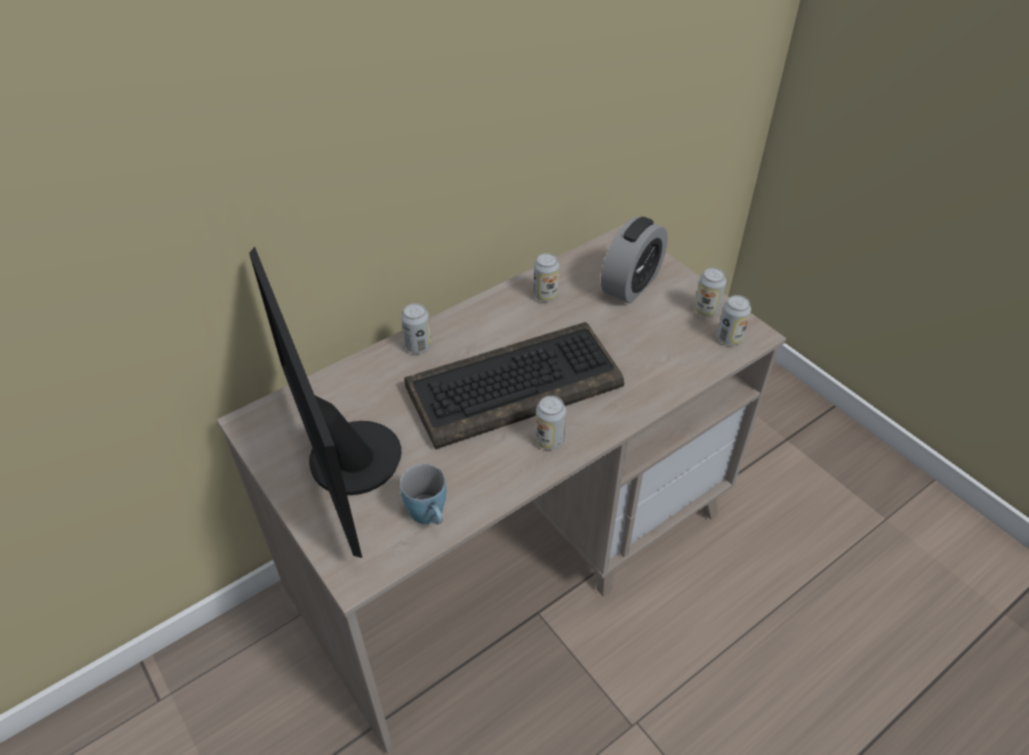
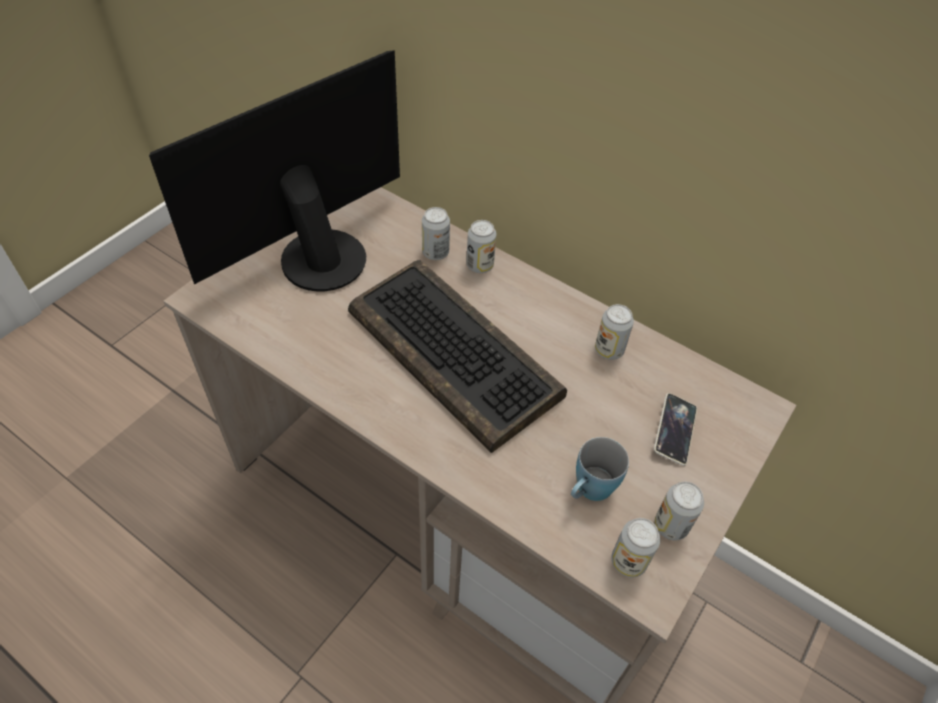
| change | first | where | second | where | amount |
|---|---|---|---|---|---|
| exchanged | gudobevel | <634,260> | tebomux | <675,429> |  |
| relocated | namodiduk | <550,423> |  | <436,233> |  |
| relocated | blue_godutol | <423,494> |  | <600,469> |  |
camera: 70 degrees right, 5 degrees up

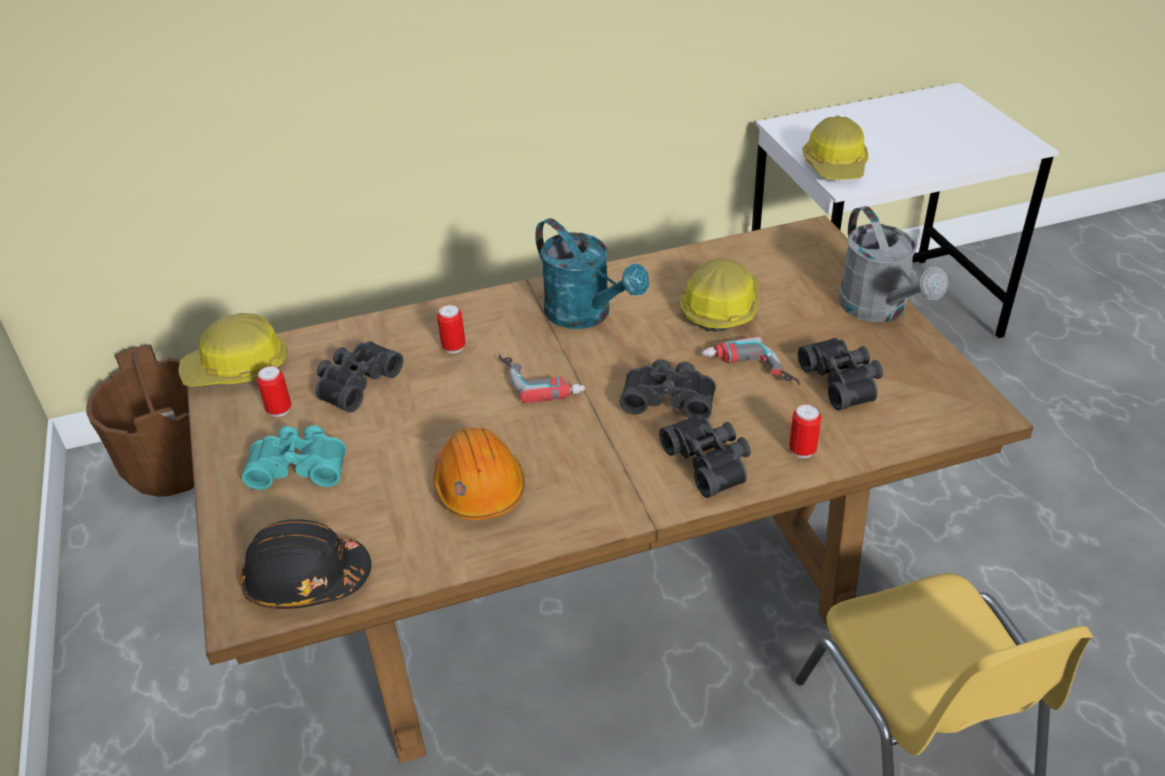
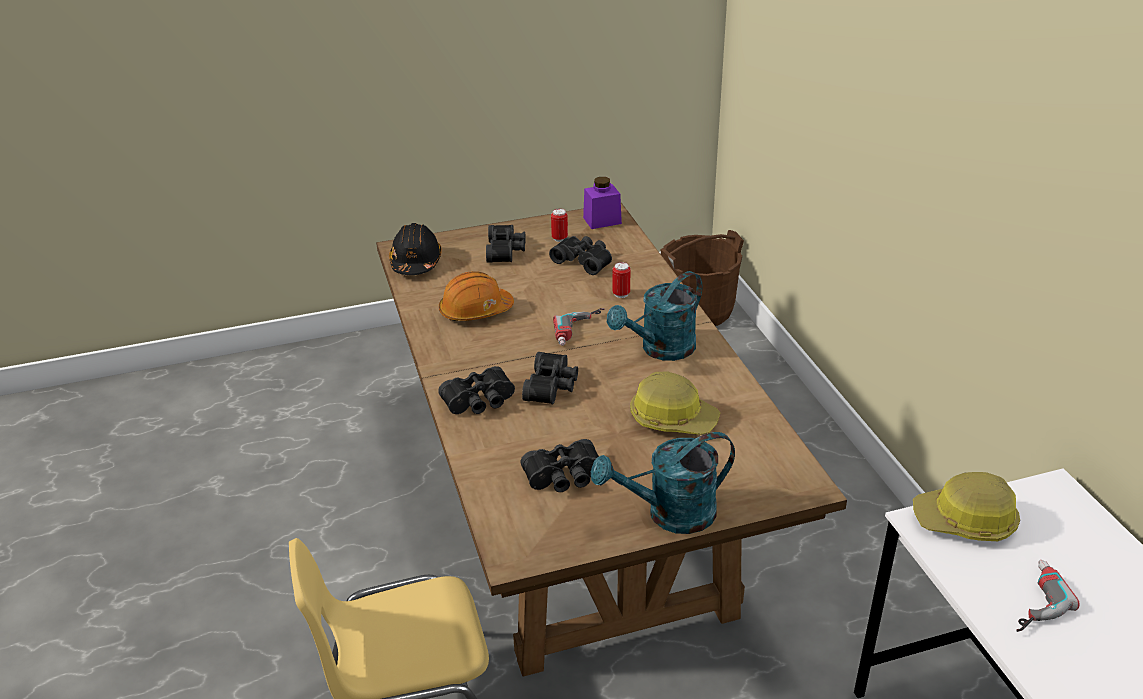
| change | first | where | second | where | amount |
|---|---|---|---|---|---|
| colour | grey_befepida | <893,264> | turquoise_befepida | <663,483> |  |
| exchanged | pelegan | <233,350> | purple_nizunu | <602,203> |  |
| relocated | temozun | <751,361> |  | <1048,596> |  |
| missing | namodiduk | <805,431> |  |  |  |
| colour | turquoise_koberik | <294,457> | black_koberik | <506,244> |  |
camera: 90 degrees right, 5 degrees down

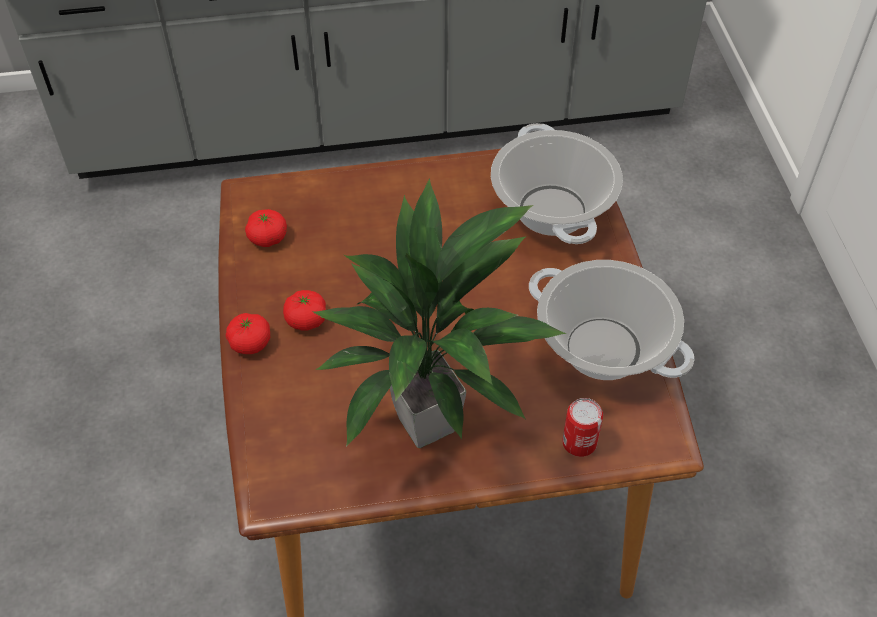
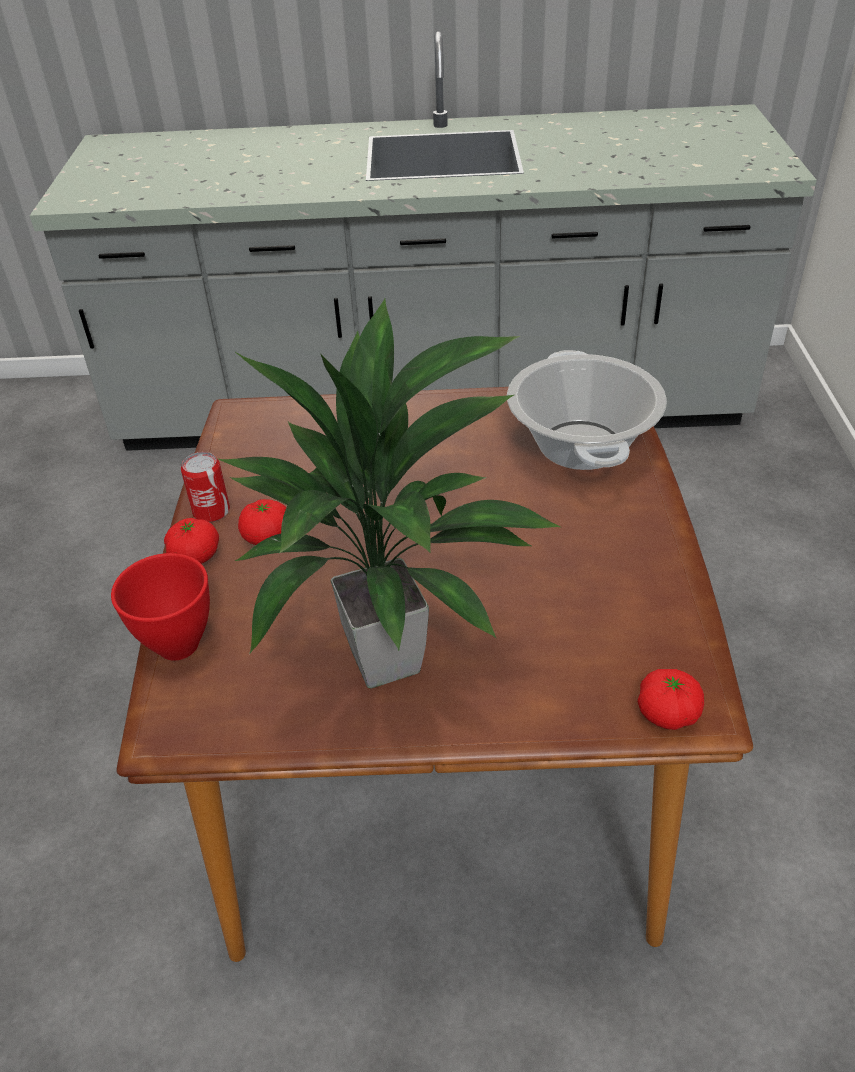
| change | first | where | second | where | amount |
|---|---|---|---|---|---|
| relocated | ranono | <266,228> |  | <671,699> |  |
| missing | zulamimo | <612,320> |  |  |  |
| relocated | namodiduk | <582,427> |  | <205,487> |  |
| appeared |  |  | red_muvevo | <160,607> |  |
camera: 10 degrees right, 10 degrees down

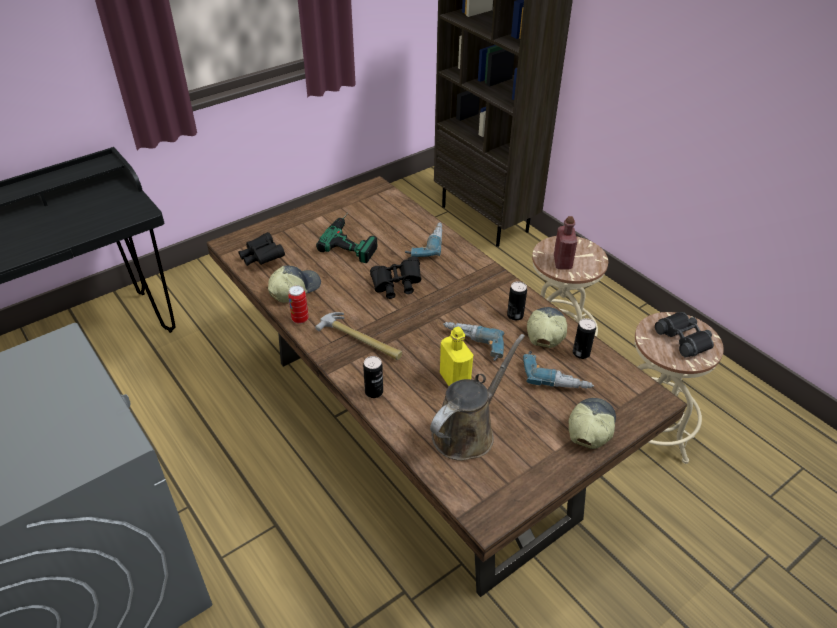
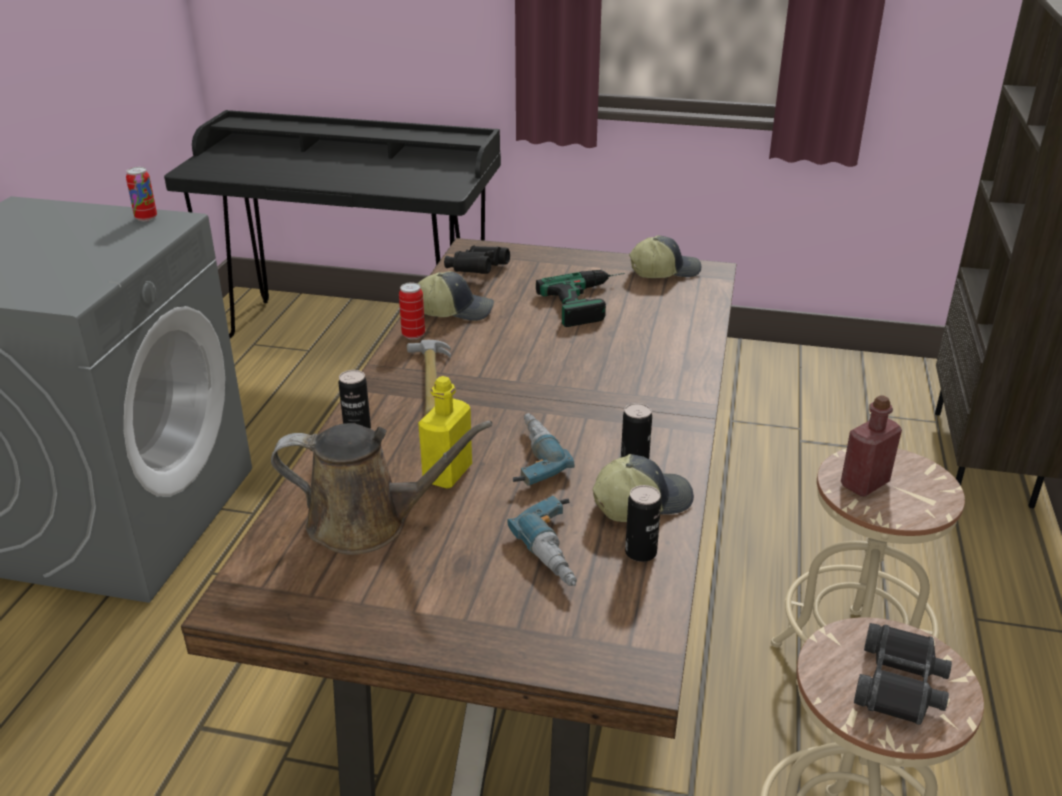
| change | first | where | second | where | amount |
|---|---|---|---|---|---|
| missing | temozun | <423,239> |  |  |  |
| missing | black_koberik | <396,277> |  |  |  |
| relocated | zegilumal | <592,423> |  | <665,256> |  |
| appeared |  |  | namodiduk | <141,194> |  |
camera: 50 degrees right, 10 degrees down

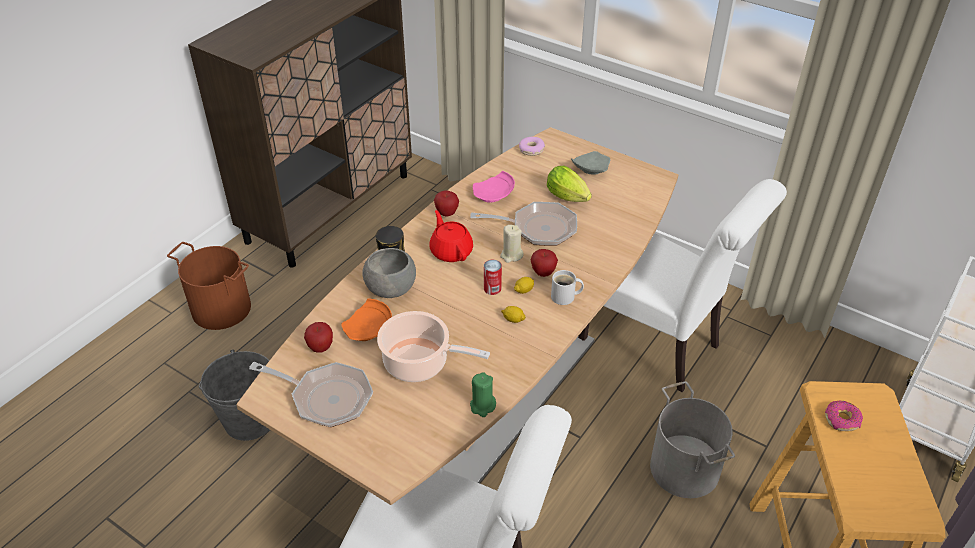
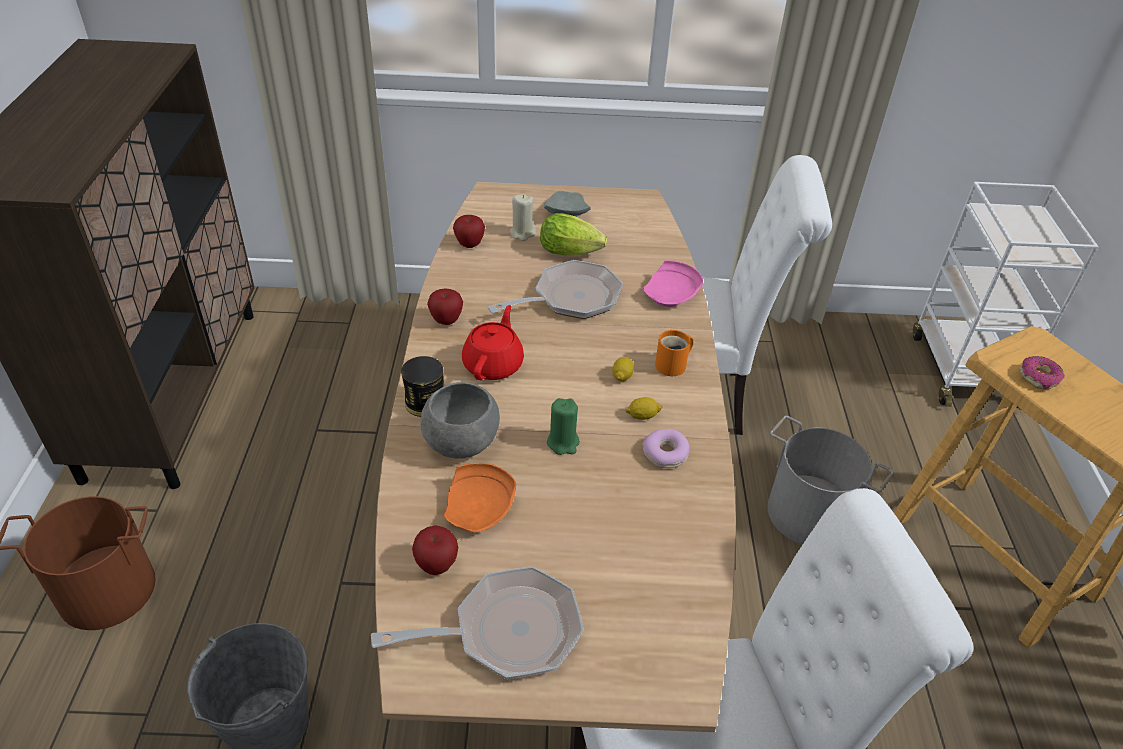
| change | first | where | second | where | amount |
|---|---|---|---|---|---|
| relocated | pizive | <532,146> |  | <665,448> |  |
| relocated | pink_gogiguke | <494,187> |  | <673,283> |  |
| spun | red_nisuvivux | <451,236> |  | <493,342> | 75 degrees clockwise |
| relocated | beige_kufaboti | <512,244> |  | <523,217> |  |
| relocated | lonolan | <544,263> |  | <469,231> |  |
| missing | namodiduk | <493,277> |  |  |  |
| colour | white_godutol | <567,287> | orange_godutol | <674,353> |  |
| missing | zulamimo | <433,346> |  |  |  |
| relocated | green_kufaboti | <483,394> |  | <563,426> |  |
camera: 35 degrees left, 0 degrees up

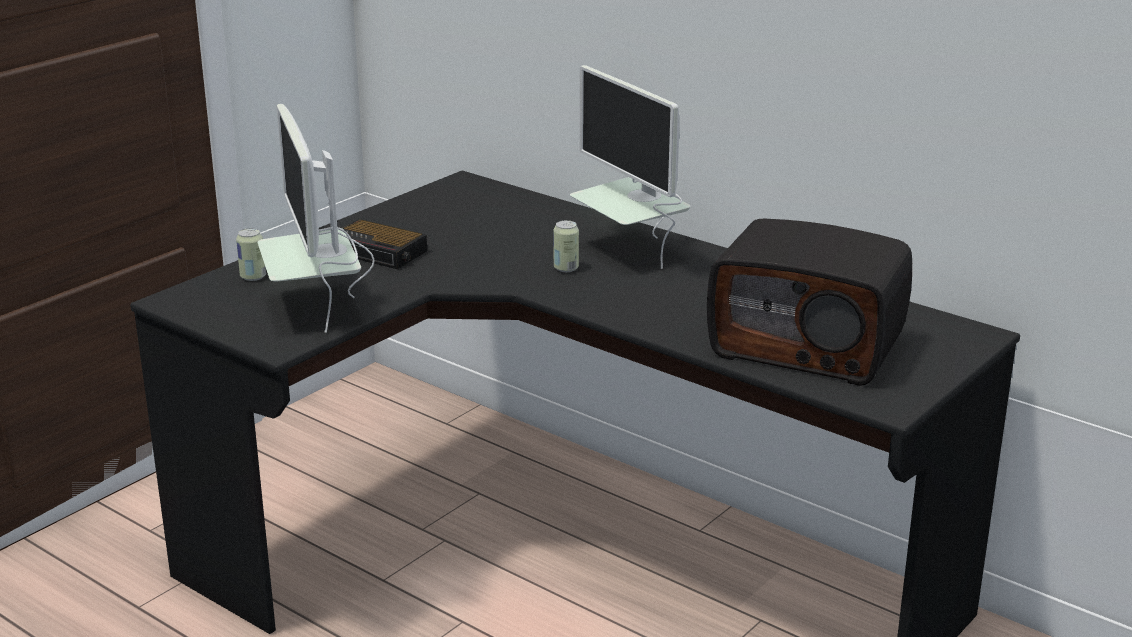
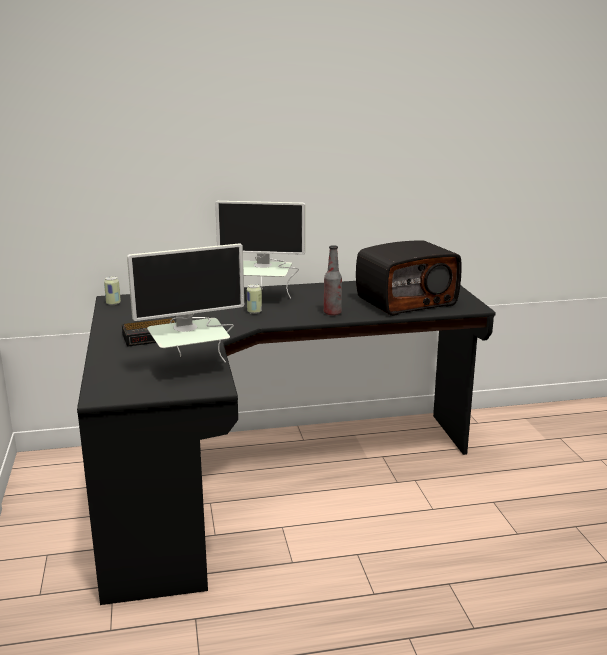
| change | first | where | second | where | amount |
|---|---|---|---|---|---|
| spun | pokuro | <316,218> |  | <185,303> | 45 degrees counterclockwise |
| relocated | namodiduk | <251,254> |  | <112,291> |  |
| appeared |  |  | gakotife | <333,280> |  |
camera: 50 degrees left, 5 degrees down

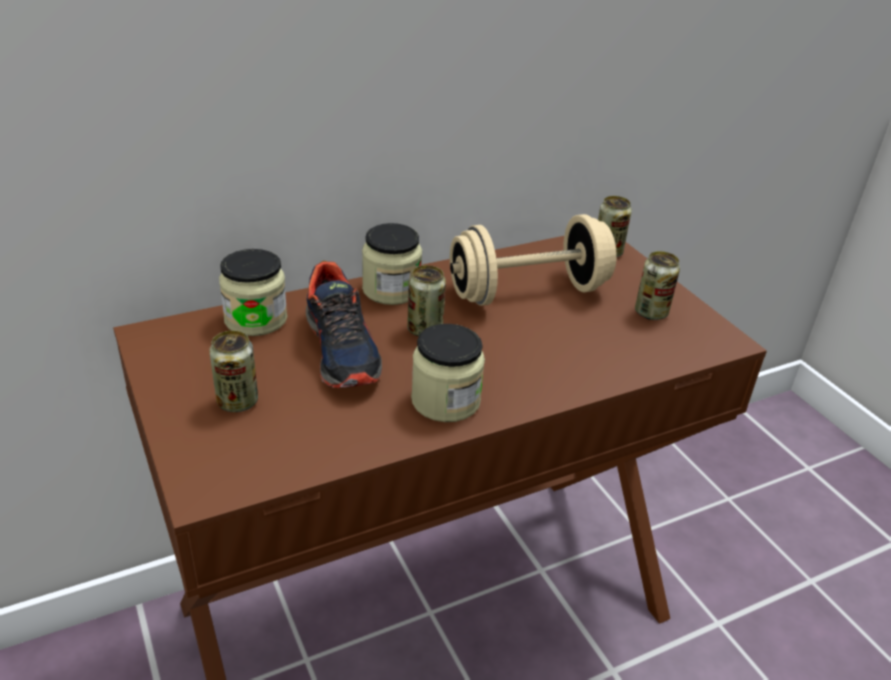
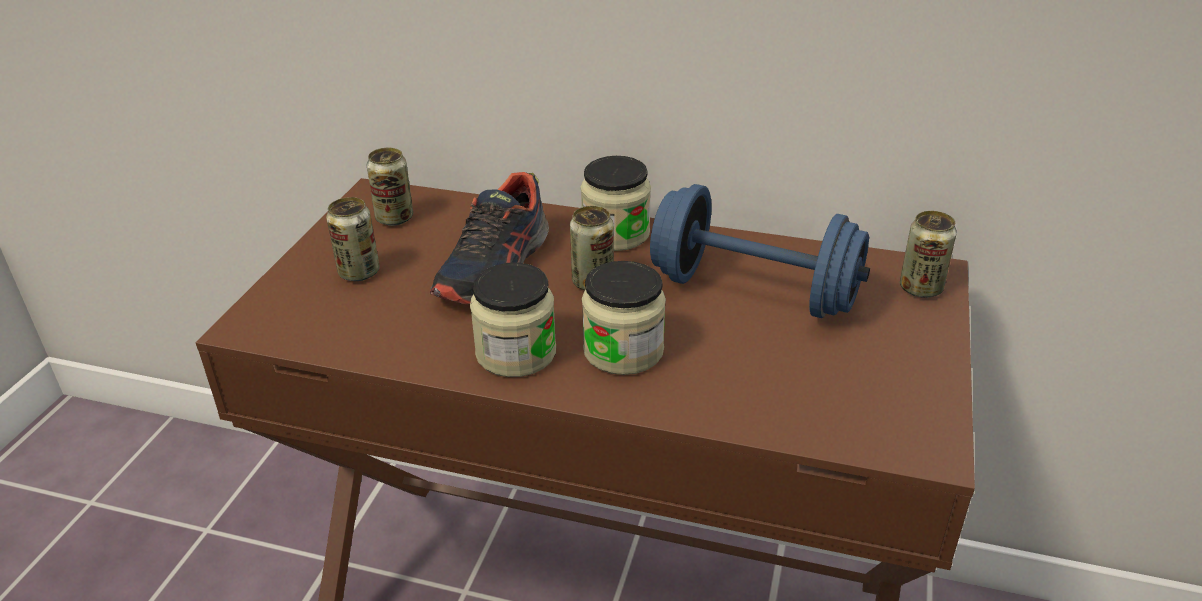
| change | first | where | second | where | amount |
|---|---|---|---|---|---|
| colour | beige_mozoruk | <533,260> | blue_mozoruk | <760,251> |  |
| relocated | nizunu | <253,292> |  | <624,318> |  |
| relocated | namodiduk | <657,285> |  | <390,187> |  |
camera: 45 degrees right, 0 degrees up

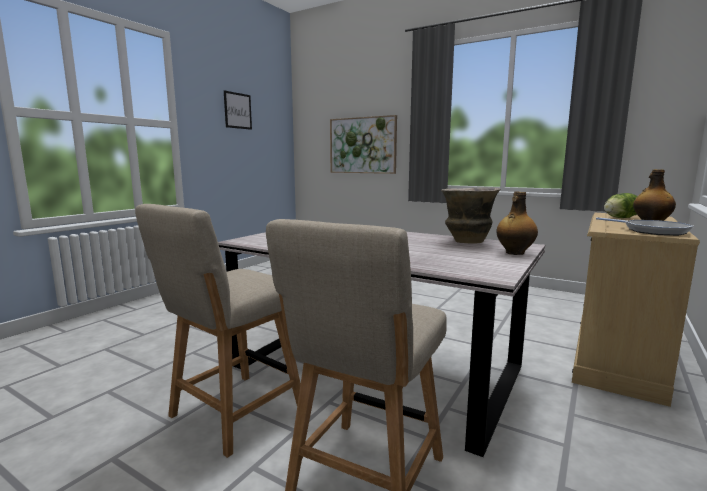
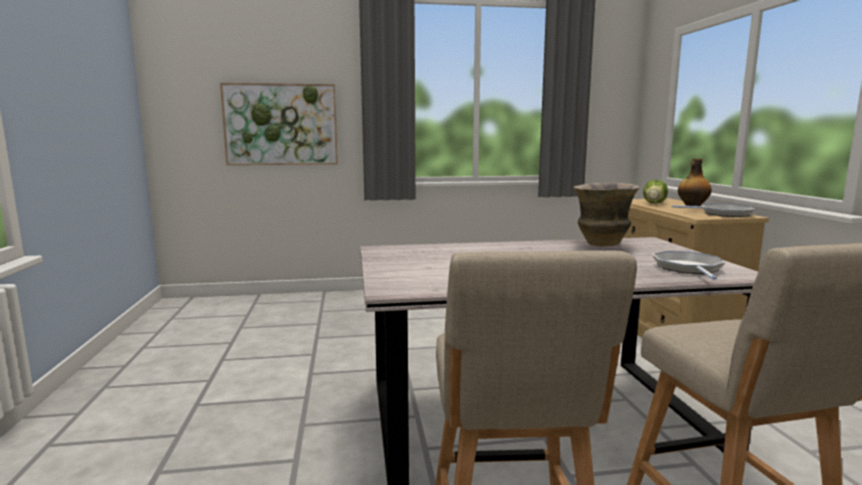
| change | first | where | second | where | amount |
|---|---|---|---|---|---|
| missing | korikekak | <238,110> |  |  |  |
| missing | gakotife | <517,223> |  |  |  |
| appeared |  |  | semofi | <688,265> |  |
camera: 40 degrees left, 0 degrees up

